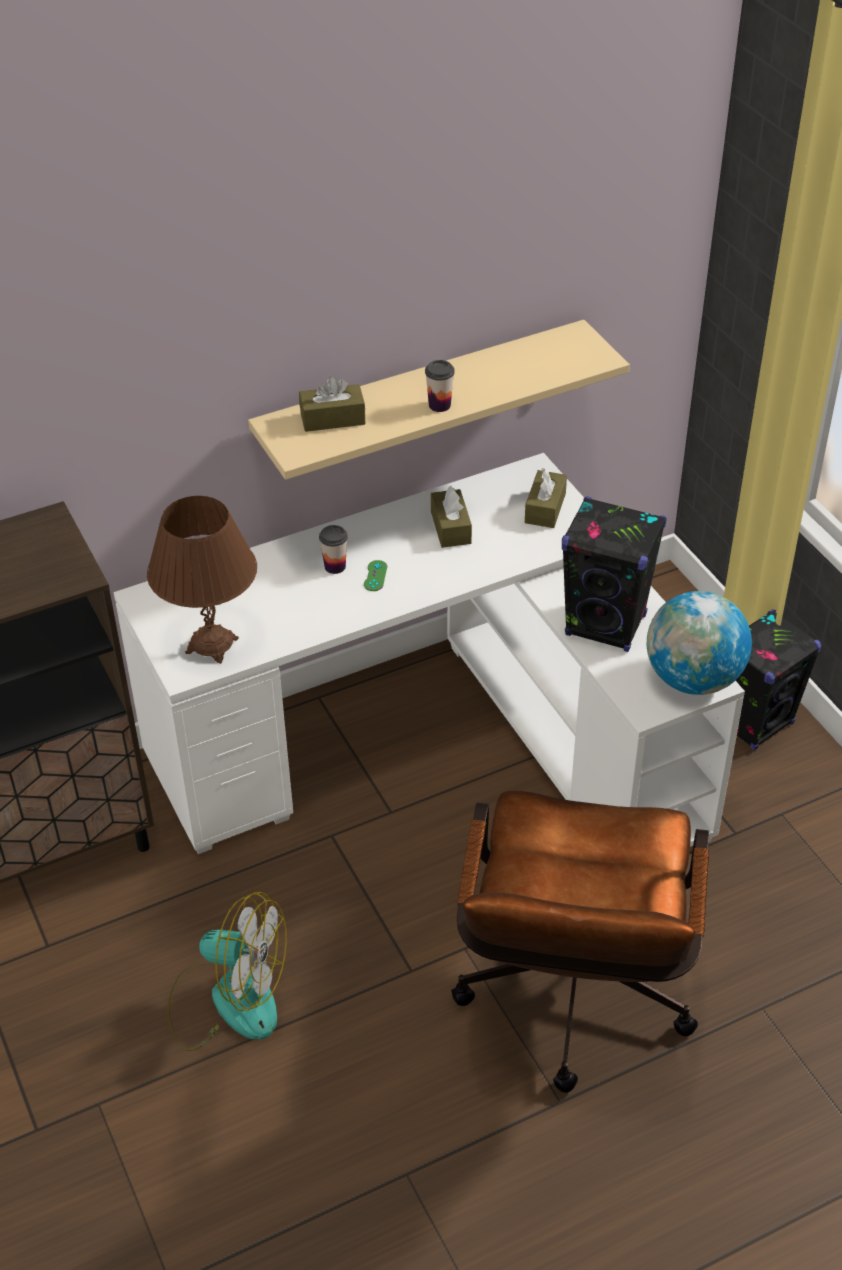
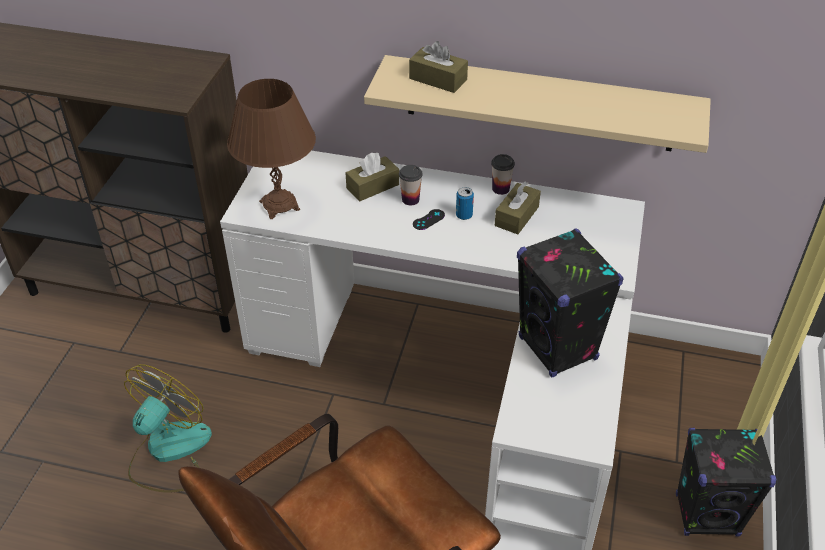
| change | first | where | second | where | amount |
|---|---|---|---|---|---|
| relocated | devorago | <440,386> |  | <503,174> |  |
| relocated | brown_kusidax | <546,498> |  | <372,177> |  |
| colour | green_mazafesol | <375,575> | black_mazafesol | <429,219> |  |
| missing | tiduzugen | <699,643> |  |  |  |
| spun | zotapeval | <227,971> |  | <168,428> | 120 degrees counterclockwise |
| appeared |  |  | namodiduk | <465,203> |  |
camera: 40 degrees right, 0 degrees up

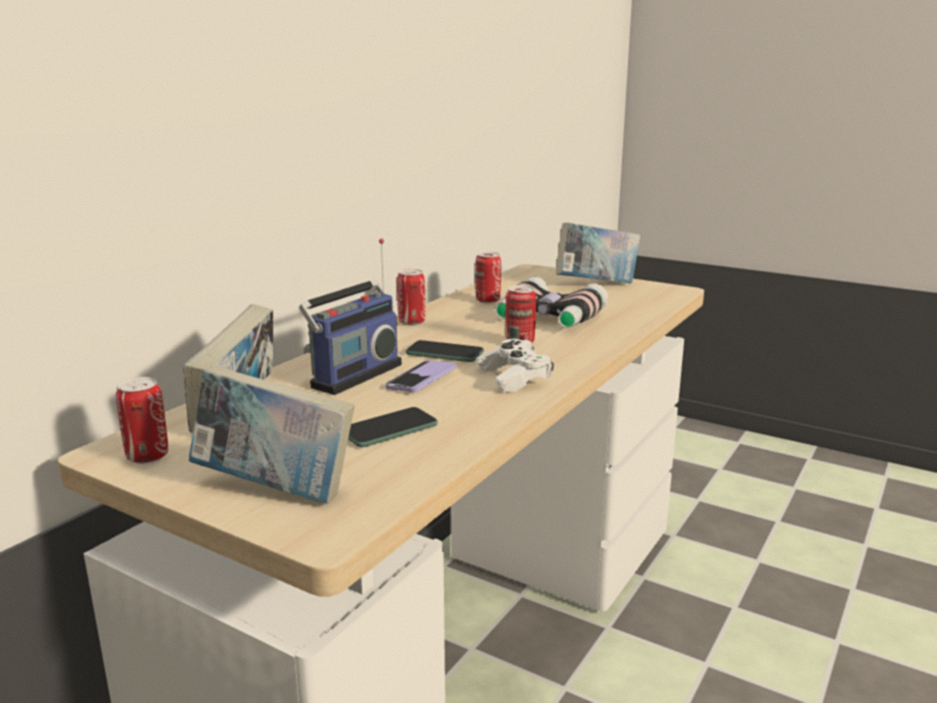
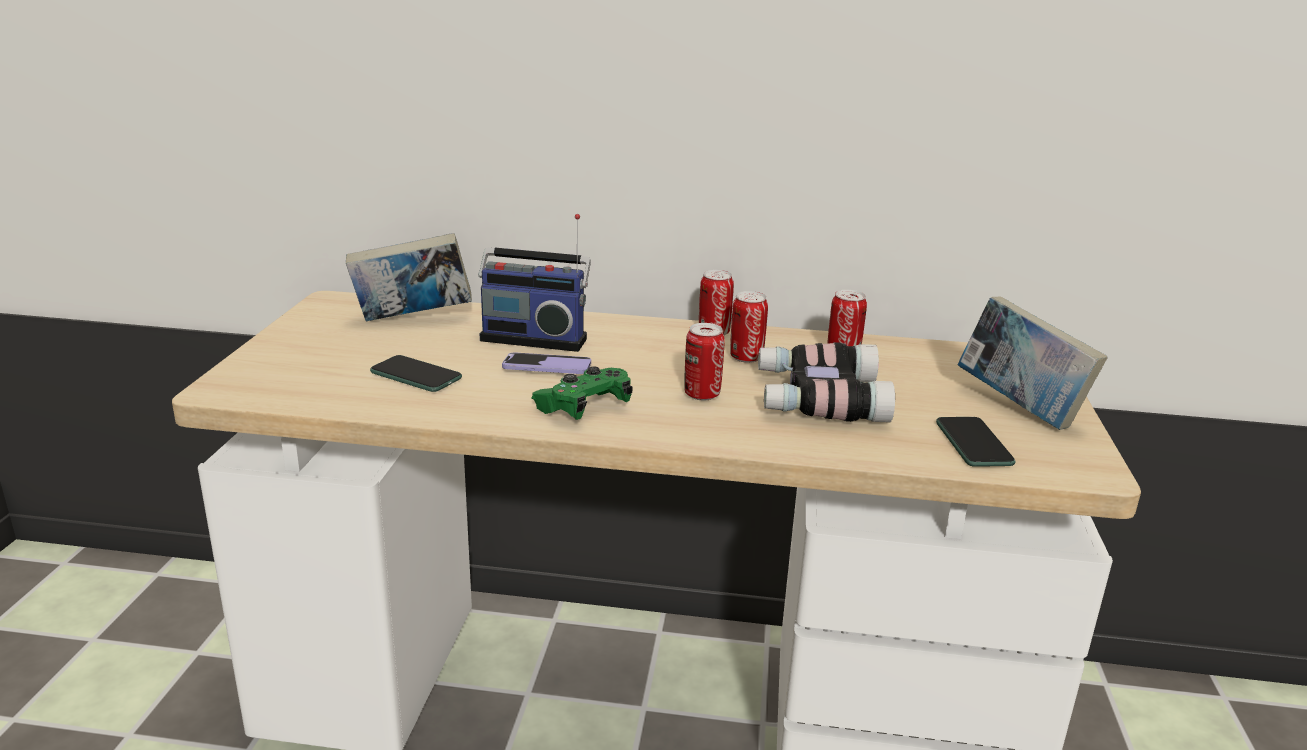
| change | first | where | second | where | amount |
|---|---|---|---|---|---|
| colour | white_mazafesol | <515,366> | green_mazafesol | <582,393> |  |
| relocated | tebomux | <444,351> |  | <975,442> |  |
| missing | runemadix | <271,435> |  |  |  |
| relocated | namodiduk | <142,420> |  | <749,327> |  |
camera: 65 degrees right, 5 degrees up

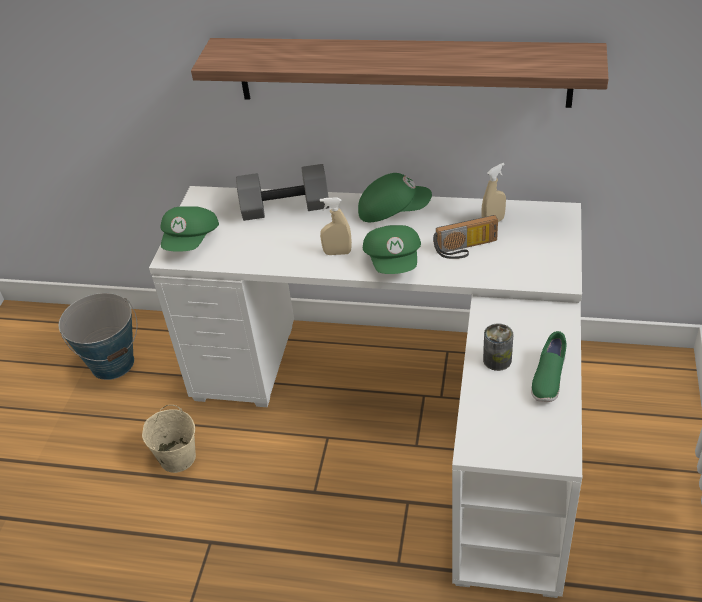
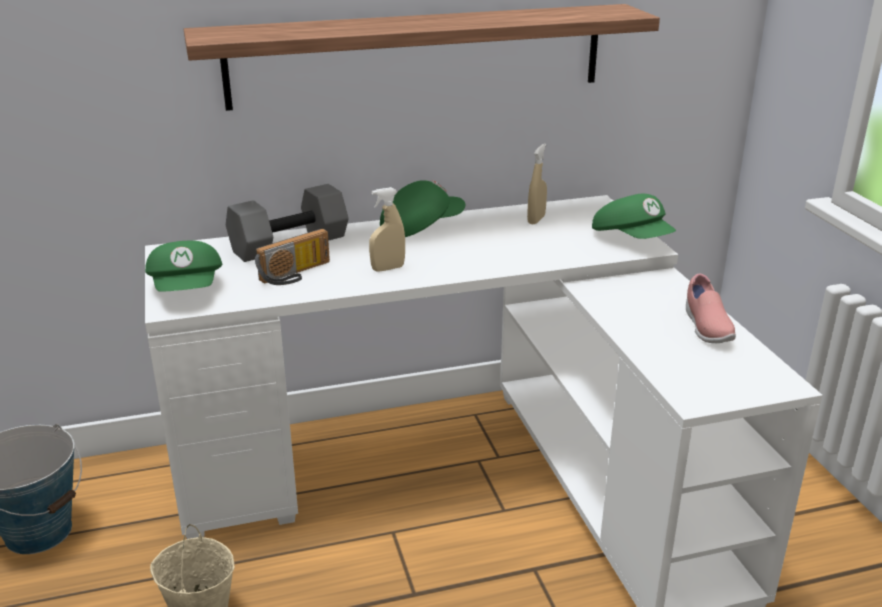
| change | first | where | second | where | amount |
|---|---|---|---|---|---|
| relocated | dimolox | <465,237> |  | <292,257> |  |
| relocated | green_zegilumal | <392,249> |  | <634,216> |  |
| missing | namodiduk | <498,347> |  |  |  |
| colour | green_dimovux | <548,366> | pink_dimovux | <711,308> |  |
camera: 30 degrees left, 15 degrees down

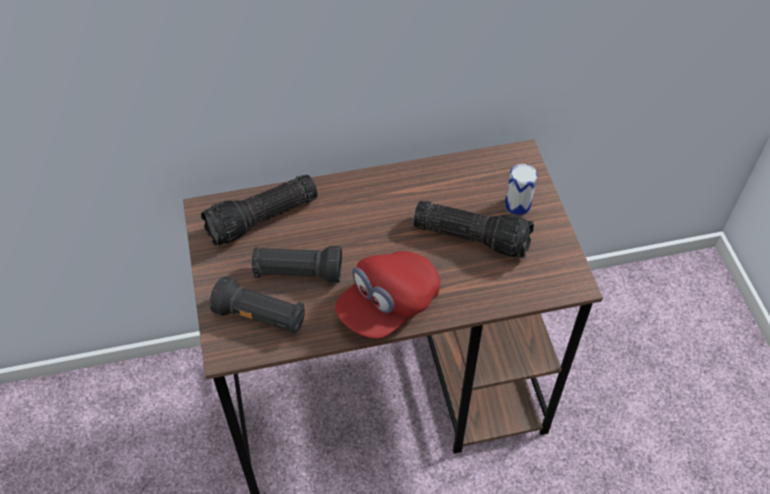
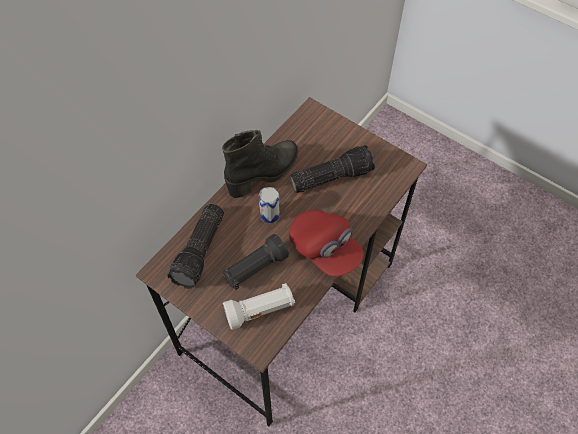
| change | first | where | second | where | amount |
|---|---|---|---|---|---|
| relocated | namodiduk | <521,189> |  | <269,205> |  |
| spun | red_zegilumal | <387,294> |  | <326,243> | 45 degrees counterclockwise |
| colour | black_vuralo | <257,305> | white_vuralo | <259,306> |  |
| appeared |  |  | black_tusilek | <260,164> |  |
camera: 40 degrees left, 5 degrees up

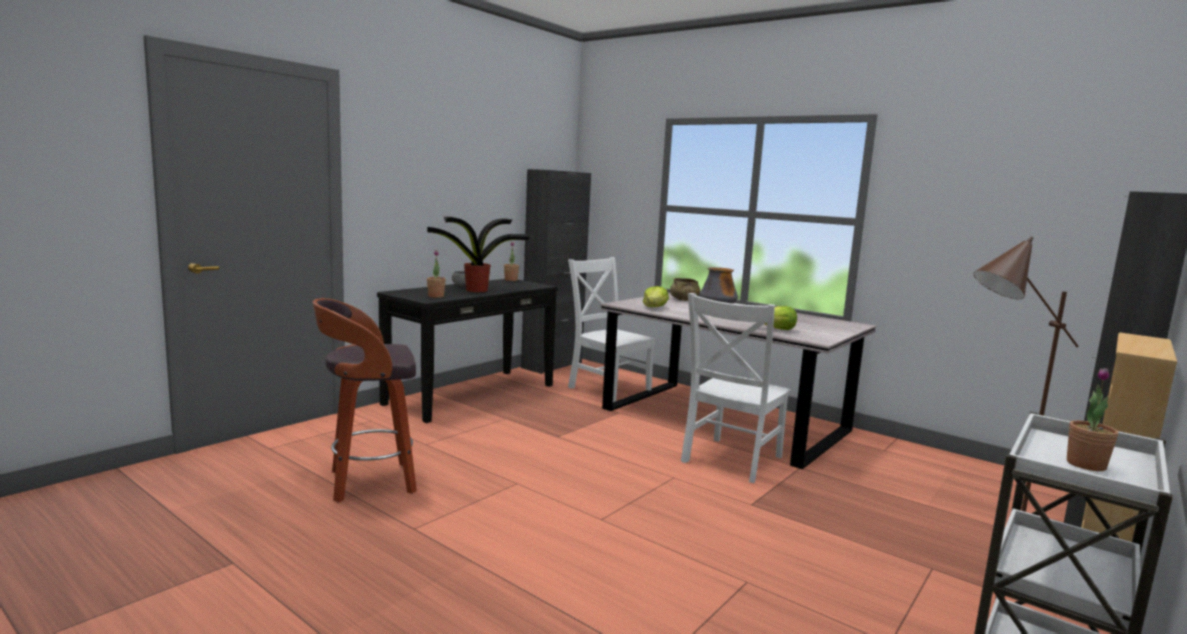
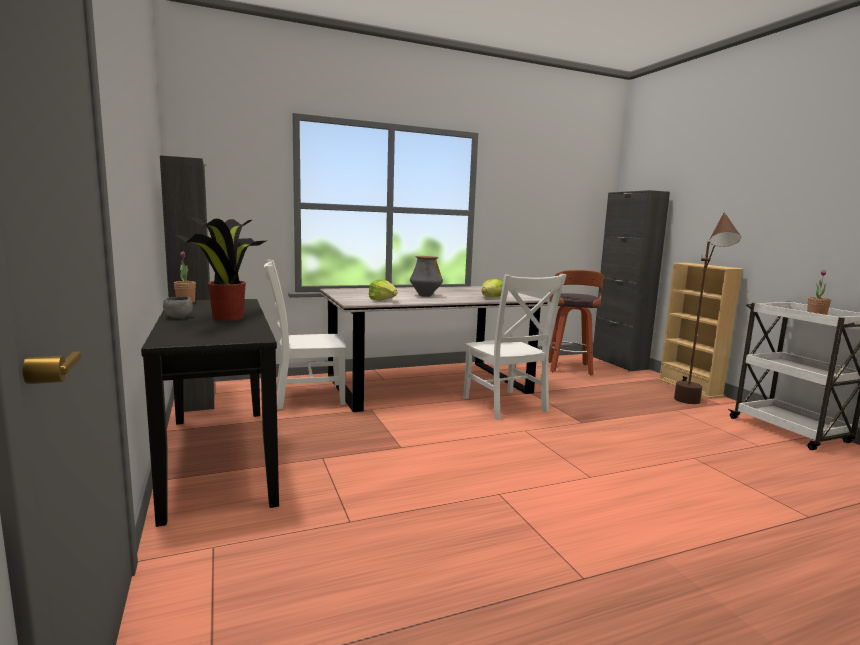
| change | first | where | second | where | amount |
|---|---|---|---|---|---|
| missing | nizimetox | <436,274> |  |  |  |
| missing | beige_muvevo | <685,289> |  |  |  |
| relocated | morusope | <365,400> |  | <576,322> |  |
camera: 60 degrees left, 0 degrees up

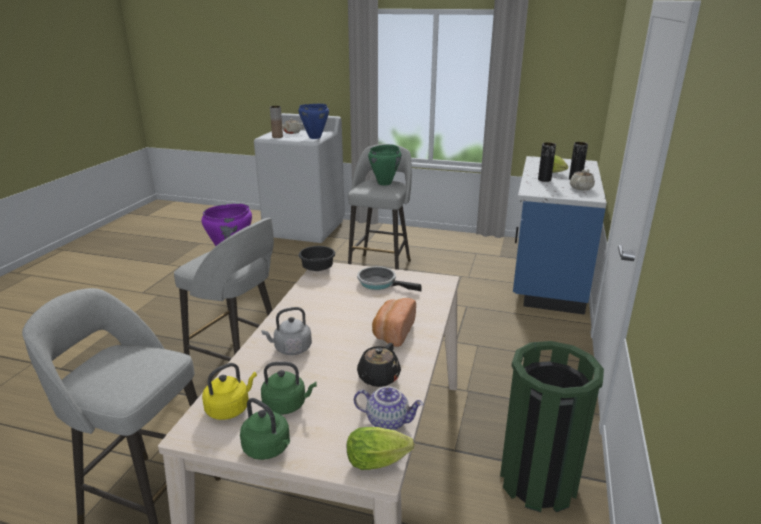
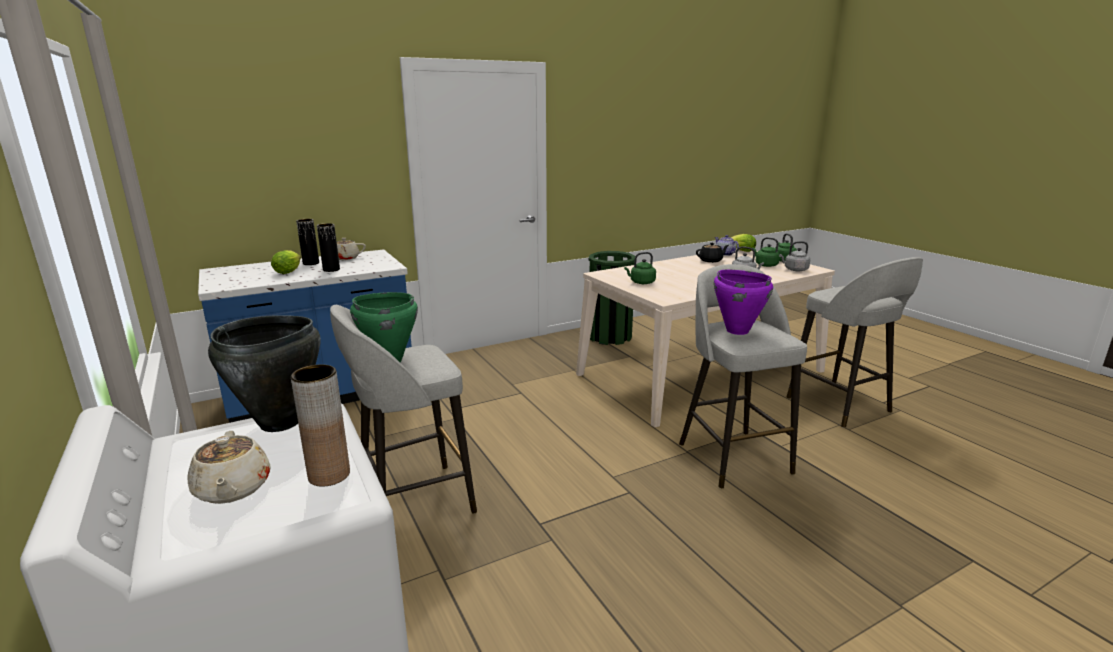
| change | first | where | second | where | amount |
|---|---|---|---|---|---|
| colour | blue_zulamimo | <313,121> | black_zulamimo | <264,373> |  |
| missing | black_muvevo | <317,258> |  |  |  |
| exchanged | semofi | <389,278> | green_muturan | <640,268> |  |
| missing | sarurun | <394,322> |  |  |  |
| colour | yellow_muturan | <229,391> | grey_muturan | <794,256> |  |
camera: 135 degrees left, 5 degrees down

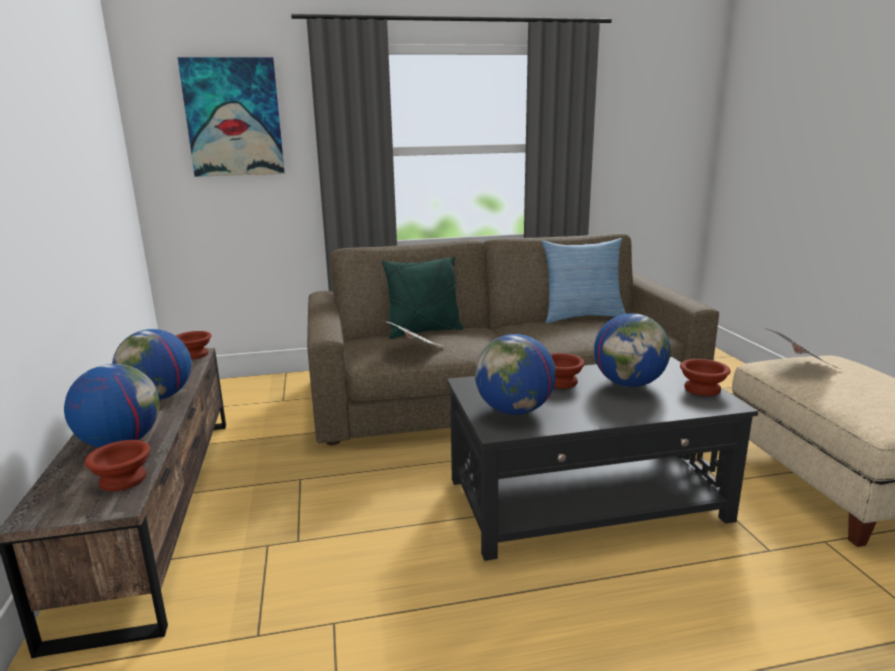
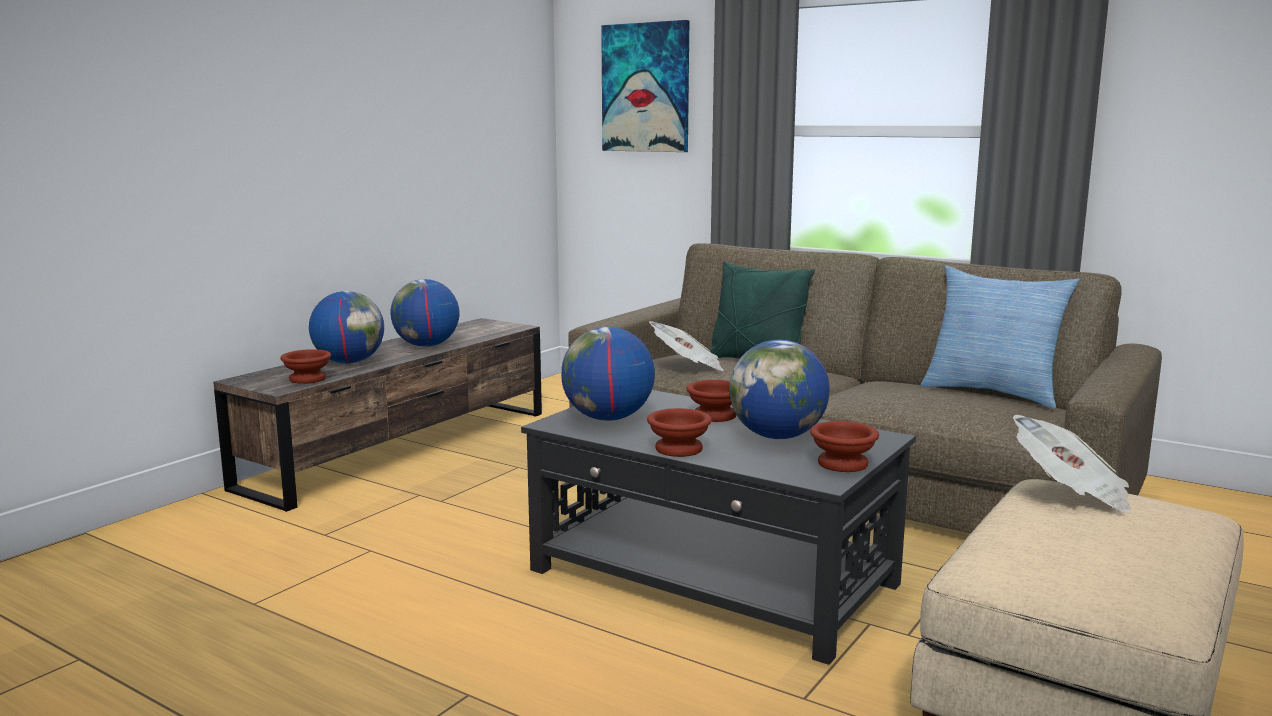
| change | first | where | second | where | amount |
|---|---|---|---|---|---|
| relocated | brown_muvevo | <193,345> |  | <679,432> |  |
camera: 45 degrees right, 5 degrees down

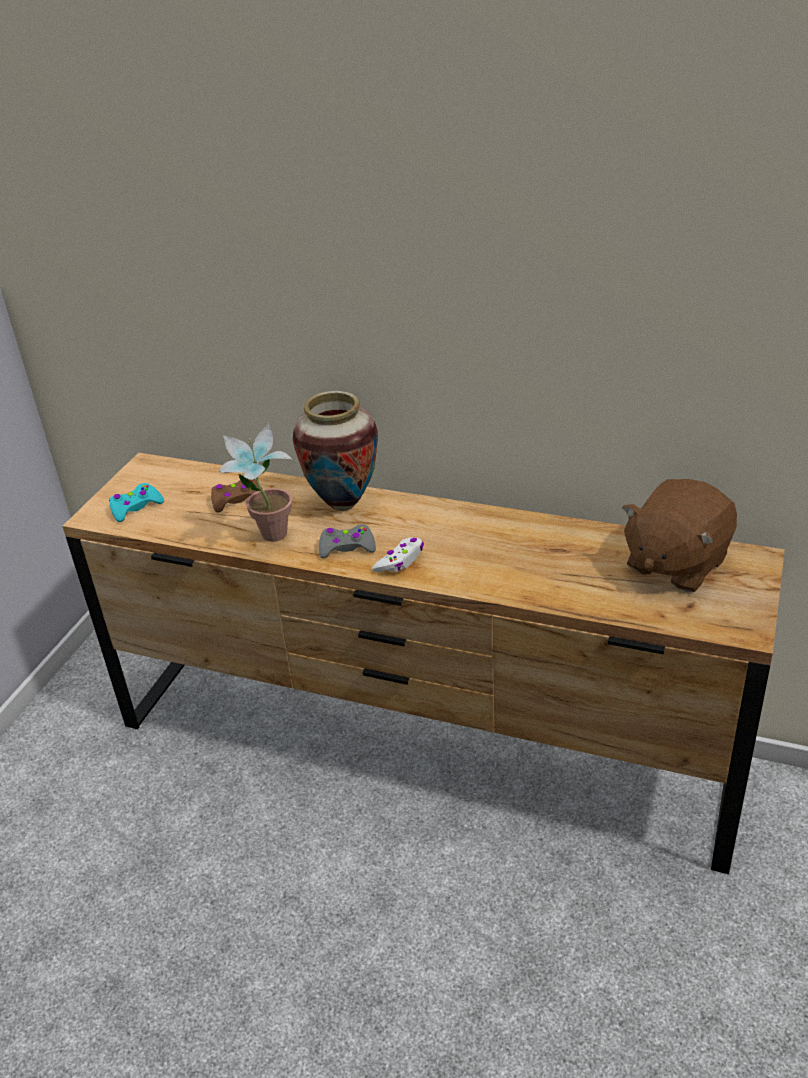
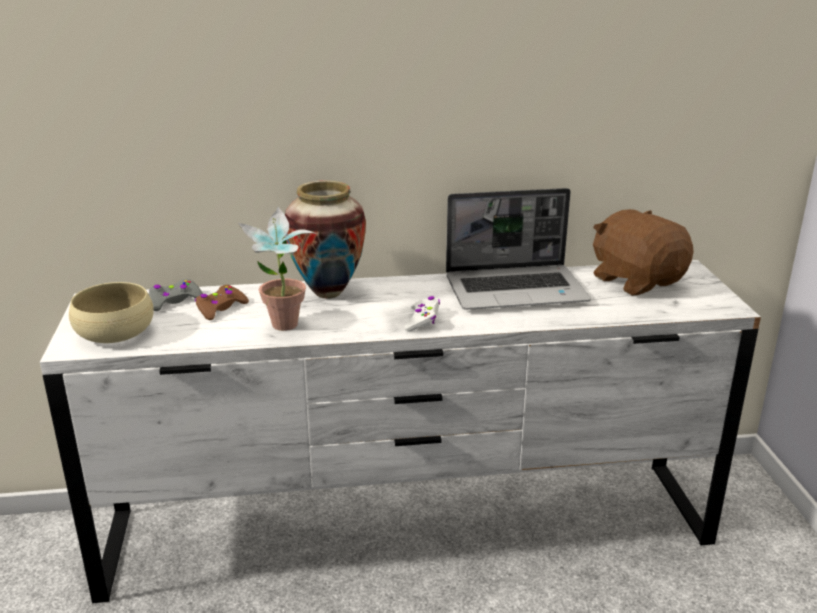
| change | first | where | second | where | amount |
|---|---|---|---|---|---|
| colour | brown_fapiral | <424,663> | white_fapiral | <400,431> |  |
| spun | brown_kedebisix | <679,535> |  | <643,252> | 135 degrees clockwise |
| exchanged | turquoise_mazafesol | <136,502> | beige_muvevo | <111,312> |  |
| relocated | grey_mazafesol | <347,541> |  | <176,295> |  |
| appeared |  |  | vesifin | <518,249> |  |
camera: 30 degrees left, 10 degrees down

